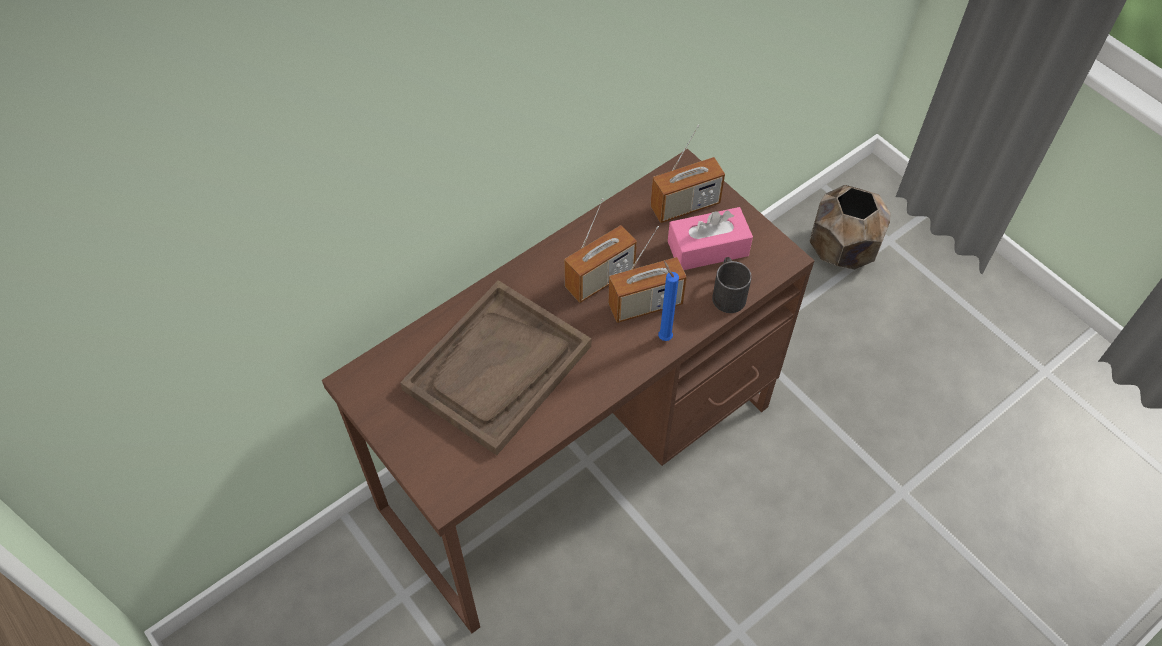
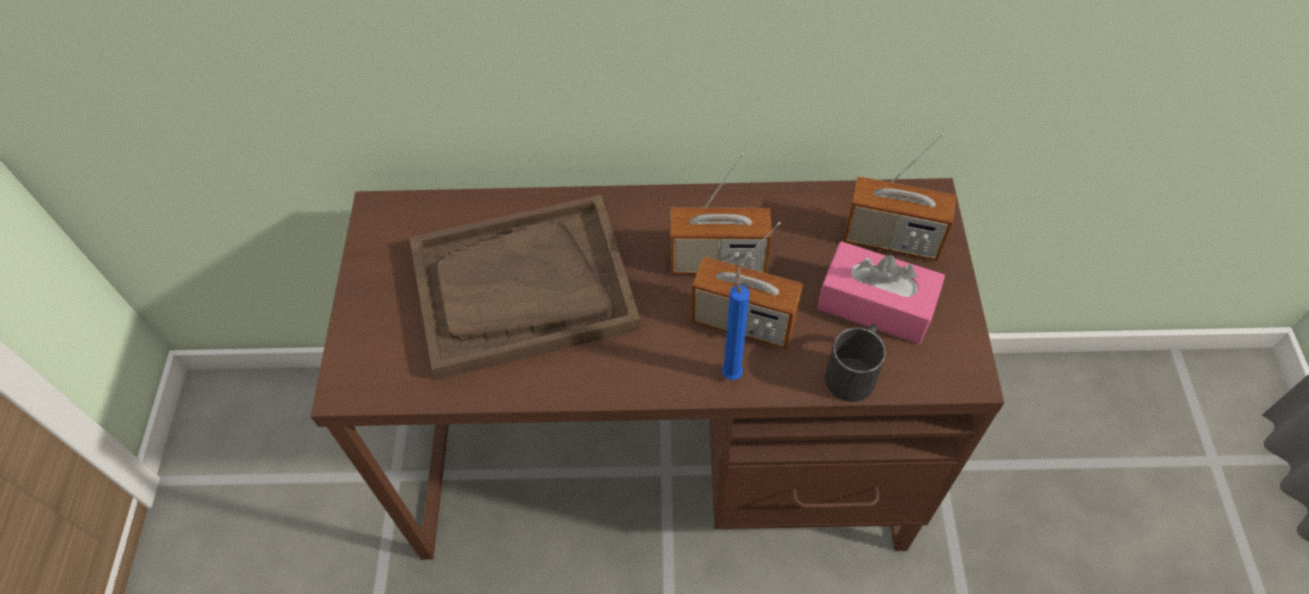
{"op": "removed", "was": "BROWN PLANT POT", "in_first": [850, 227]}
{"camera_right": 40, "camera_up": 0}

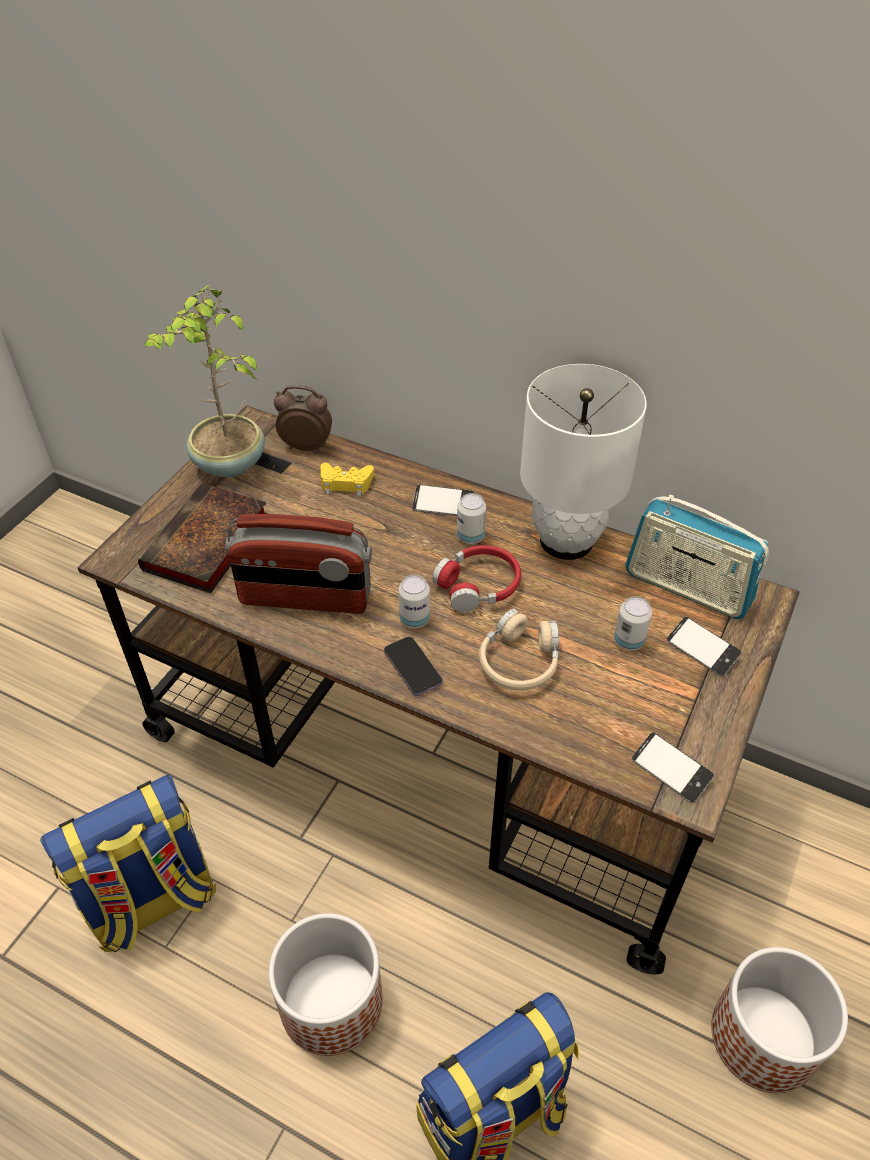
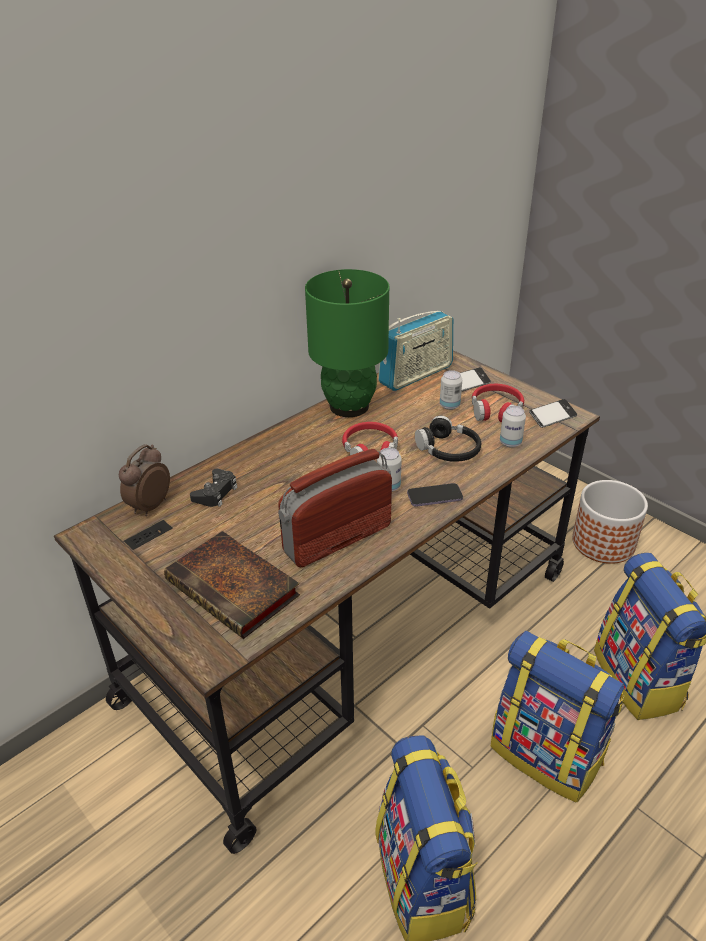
{"op": "removed", "was": "PLANT IN A POT", "in_first": [204, 381]}
{"op": "turned", "was": "RADIO SET", "in_first": [298, 564], "in_second": [335, 508], "clockwise": -150}
{"op": "replaced", "was": "PLANT POT", "now": "RUCKSACK", "in_first": [326, 984], "in_second": [557, 717]}
{"op": "recoloured", "was": "YELLOW GAME CONTROLLER", "now": "BLACK GAME CONTROLLER", "in_first": [347, 479], "in_second": [214, 488]}
{"op": "removed", "was": "PHONE", "in_first": [443, 500]}
{"op": "moved", "was": "CAN", "in_first": [471, 518], "in_second": [513, 427]}
{"op": "recoloured", "was": "BEIGE-COLOURED PAIR OF HEADPHONES", "now": "BLACK PAIR OF HEADPHONES", "in_first": [519, 649], "in_second": [448, 439]}
{"op": "recoloured", "was": "WHITISH LAMP FOR A TABLE", "now": "GREENISH LAMP FOR A TABLE", "in_first": [583, 462], "in_second": [347, 343]}
{"op": "added", "now": "RED PAIR OF HEADPHONES", "in_second": [498, 403]}
{"camera_right": -70, "camera_up": -10}

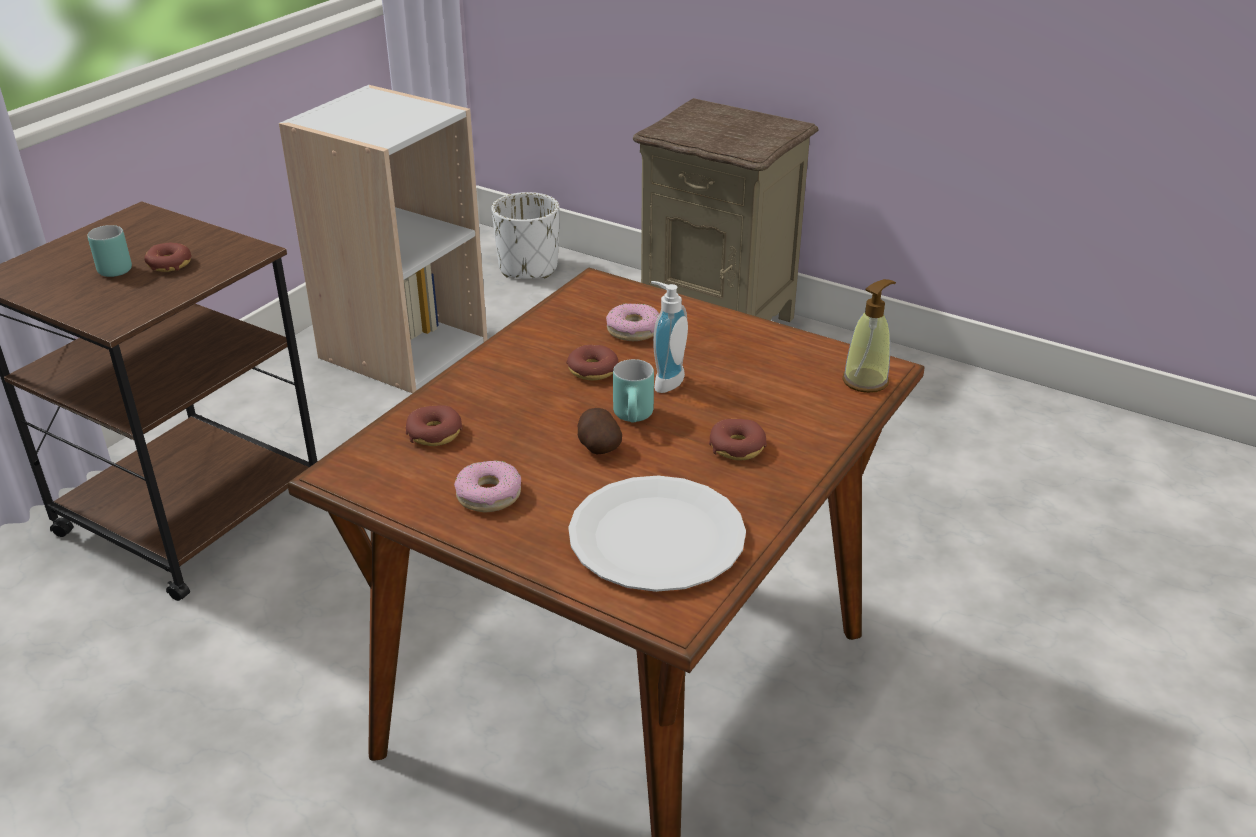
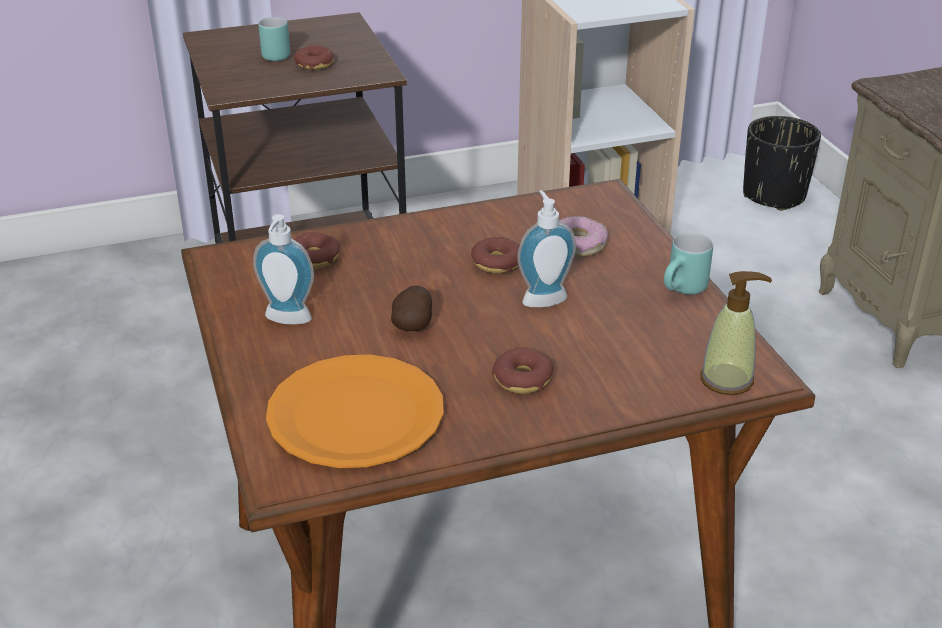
{"op": "replaced", "was": "DONUT", "now": "SOAP BOTTLE", "in_first": [487, 486], "in_second": [283, 269]}
{"op": "recoloured", "was": "WHITISH PLANT POT", "now": "BLACK PLANT POT", "in_first": [525, 235], "in_second": [782, 163]}
{"op": "recoloured", "was": "WHITISH PLATE", "now": "ORANGE-COLOURED PLATE", "in_first": [657, 534], "in_second": [355, 411]}
{"op": "moved", "was": "TURQUOISE-COLOURED COFFEE MUG", "in_first": [633, 391], "in_second": [688, 263]}
{"camera_right": 40, "camera_up": 0}

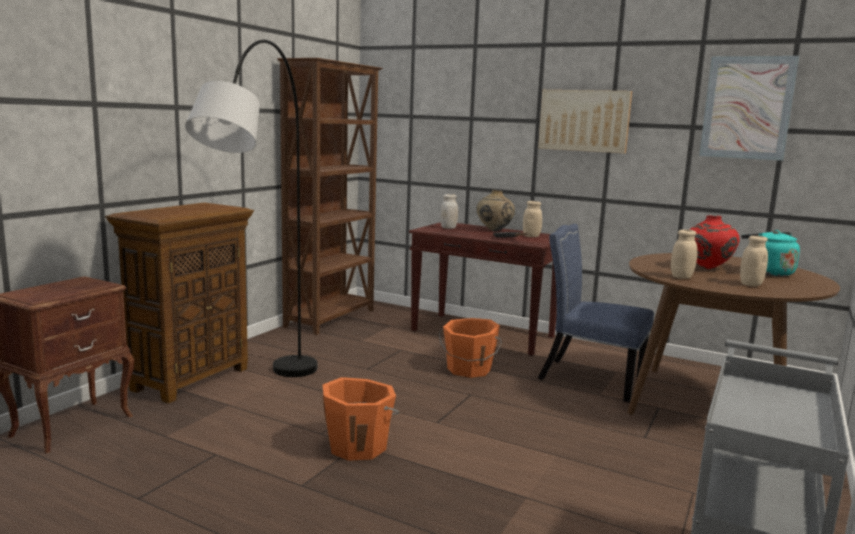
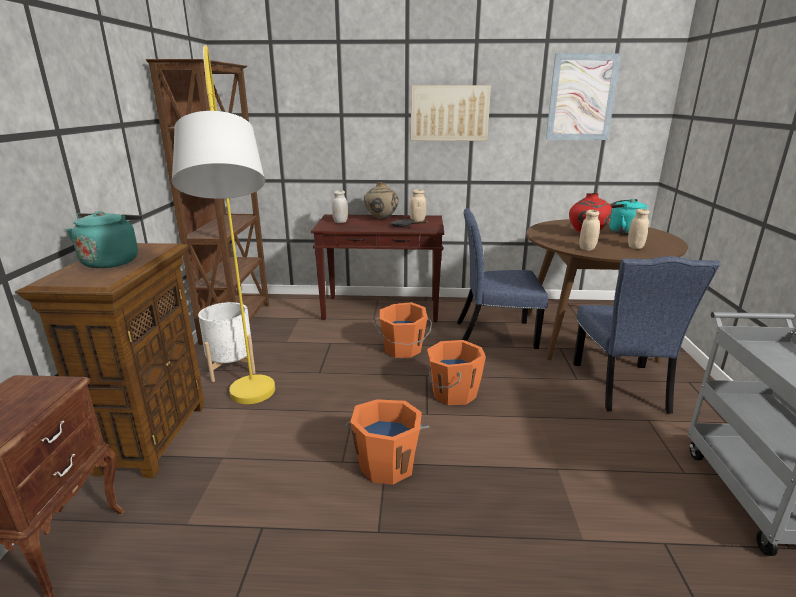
{"op": "recoloured", "was": "GREY STANDING LAMP", "now": "YELLOW STANDING LAMP", "in_first": [251, 208], "in_second": [223, 224]}
{"op": "added", "now": "TURQUOISE-COLOURED WATER KETTLE", "in_second": [104, 239]}
{"op": "added", "now": "WHITISH PLANT POT", "in_second": [227, 342]}
{"op": "added", "now": "ORANGE-COLOURED PAIL", "in_second": [456, 372]}
{"op": "added", "now": "BLUE-COLOURED PLAIN CHAIR", "in_second": [646, 335]}
{"camera_right": -25, "camera_up": 10}

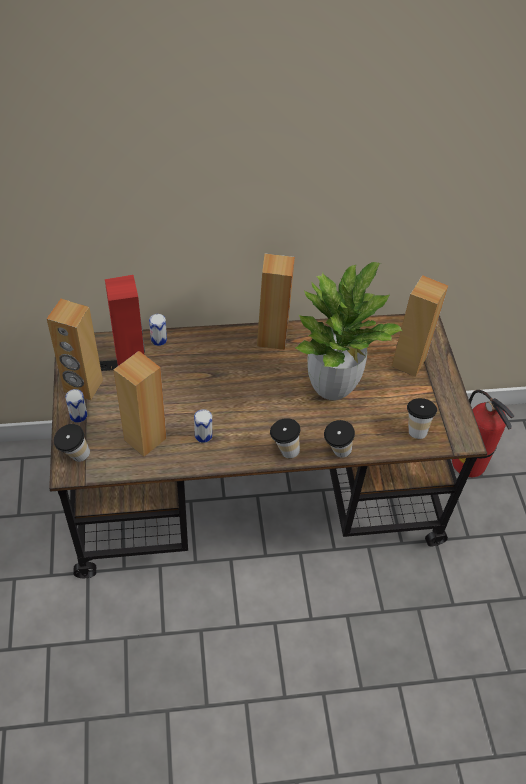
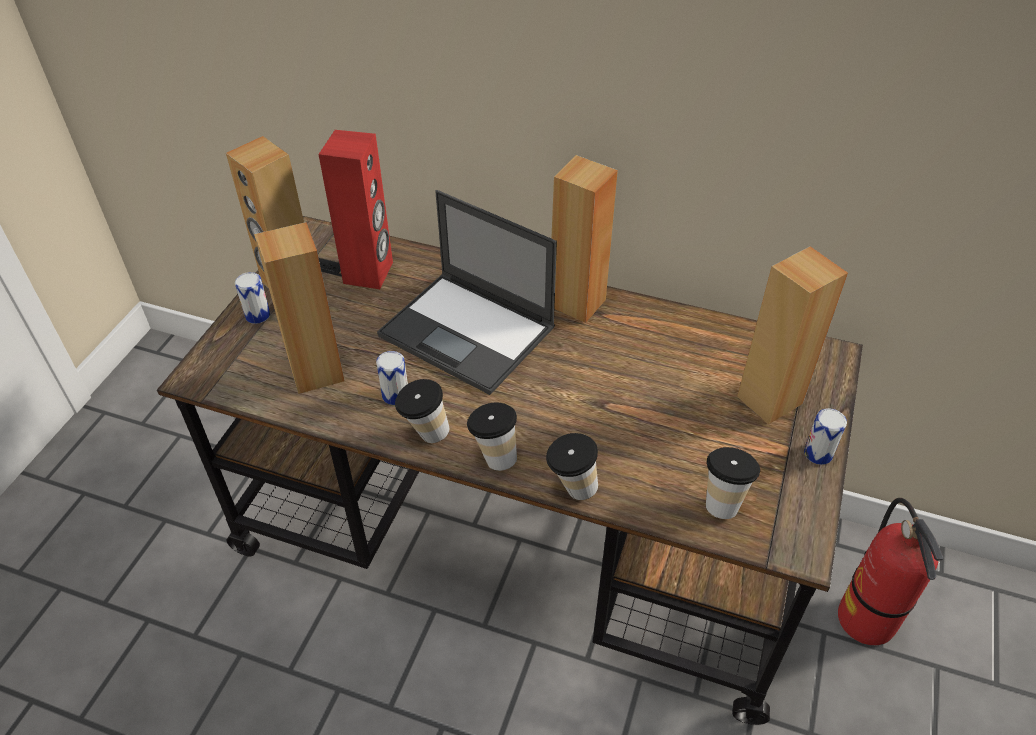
{"op": "moved", "was": "CUP", "in_first": [72, 443], "in_second": [422, 411]}
{"op": "moved", "was": "CAN", "in_first": [158, 330], "in_second": [825, 436]}
{"op": "removed", "was": "PLANT IN A POT", "in_first": [348, 331]}
{"op": "added", "now": "PORTABLE COMPUTER", "in_second": [467, 292]}
{"camera_right": 30, "camera_up": -5}

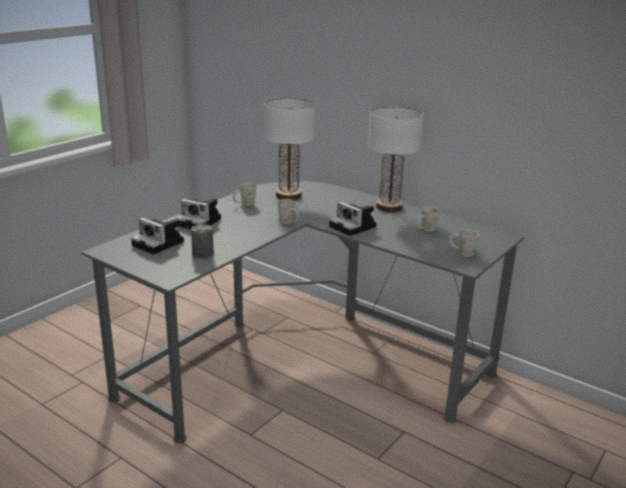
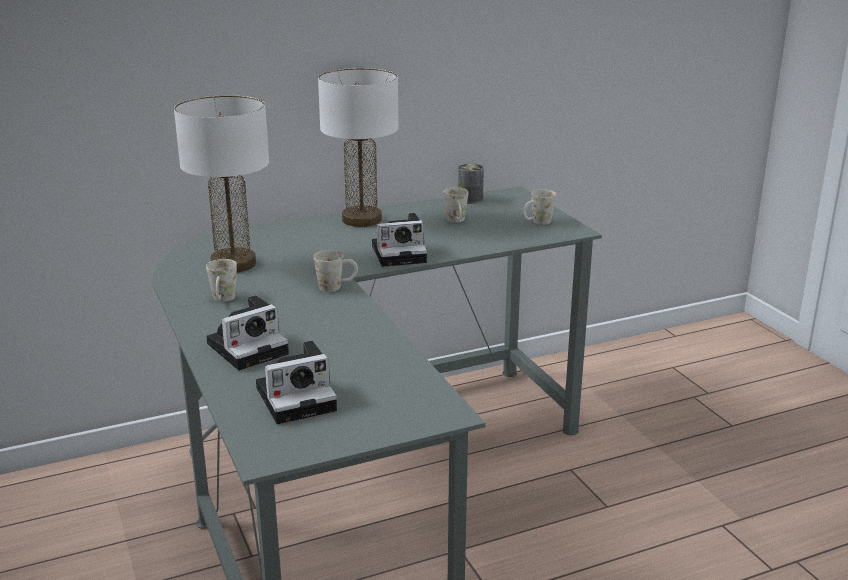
{"op": "moved", "was": "CAN", "in_first": [202, 241], "in_second": [471, 184]}
{"camera_right": -60, "camera_up": 0}

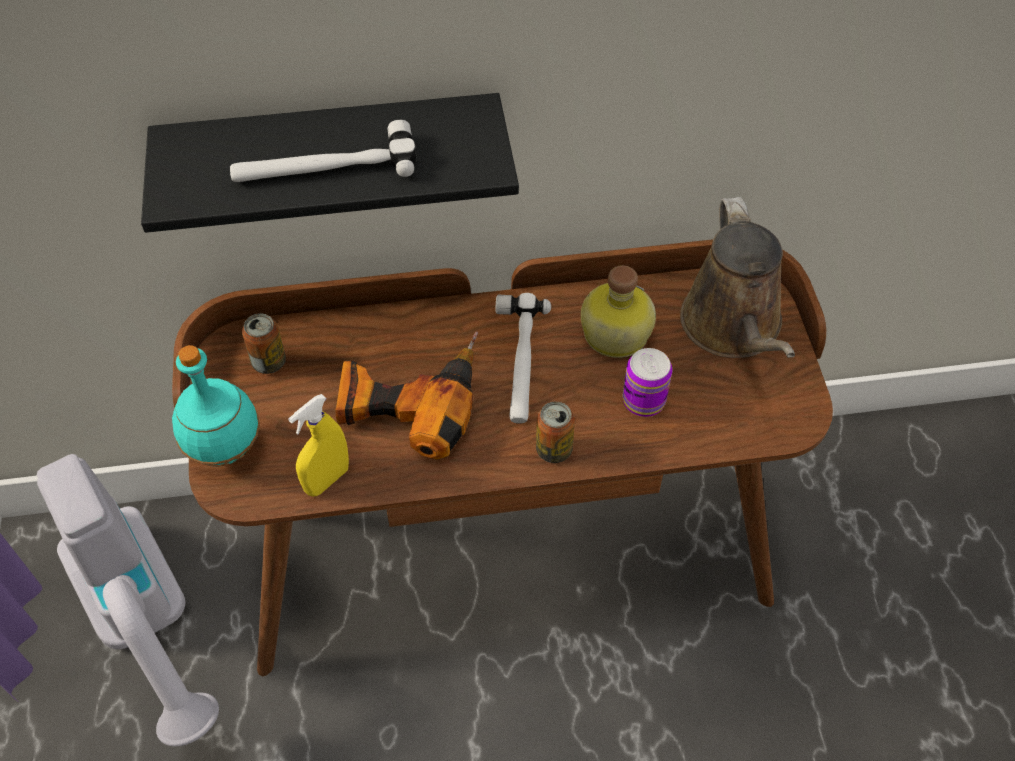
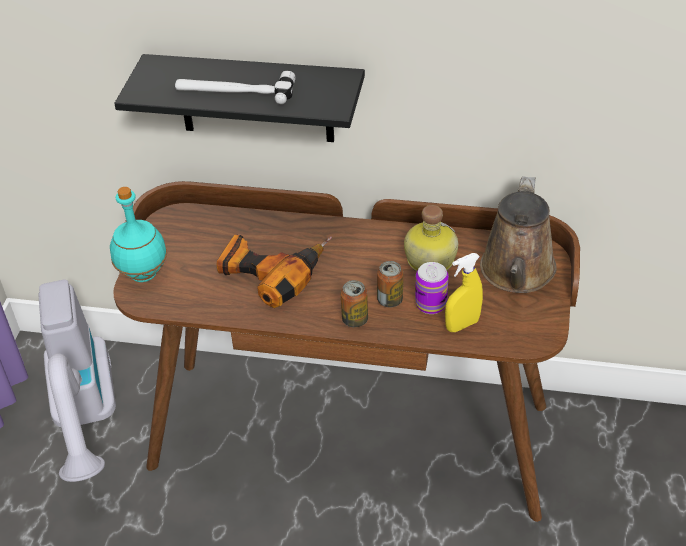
{"op": "moved", "was": "CAN", "in_first": [264, 343], "in_second": [390, 284]}
{"op": "moved", "was": "YELLOW SPRAY BOTTLE", "in_first": [318, 445], "in_second": [464, 292]}
{"op": "removed", "was": "TOOL HAMMER", "in_first": [523, 358]}
{"camera_right": 20, "camera_up": -10}

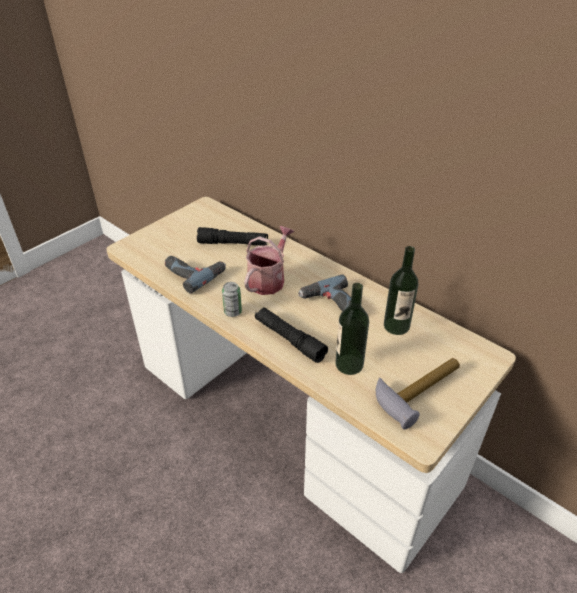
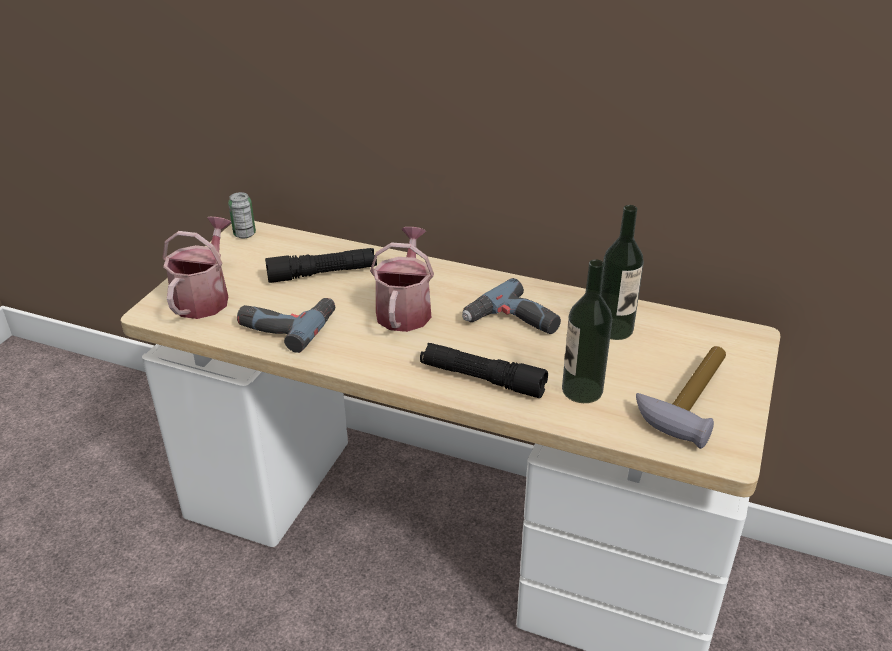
{"op": "moved", "was": "CAN", "in_first": [232, 299], "in_second": [242, 215]}
{"op": "added", "now": "WATERING POT", "in_second": [197, 268]}
{"camera_right": -20, "camera_up": -5}

